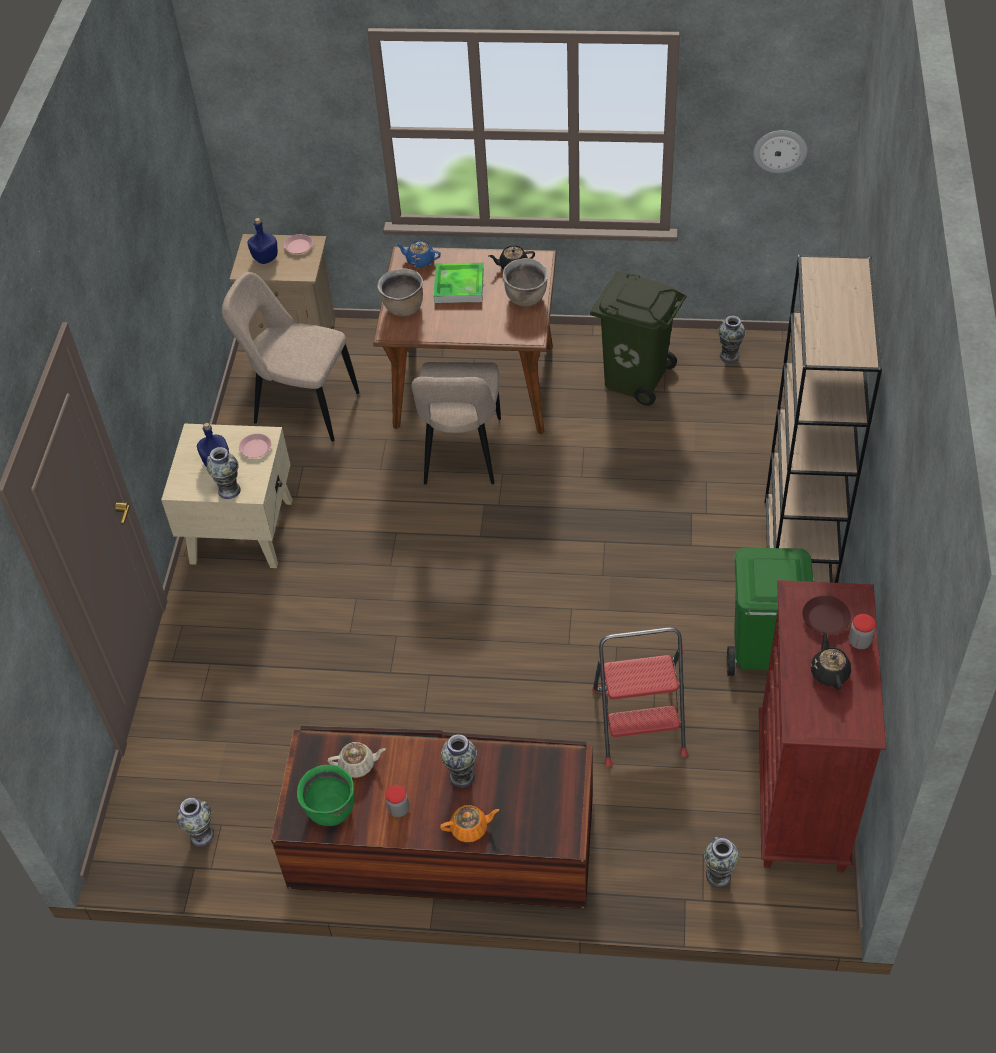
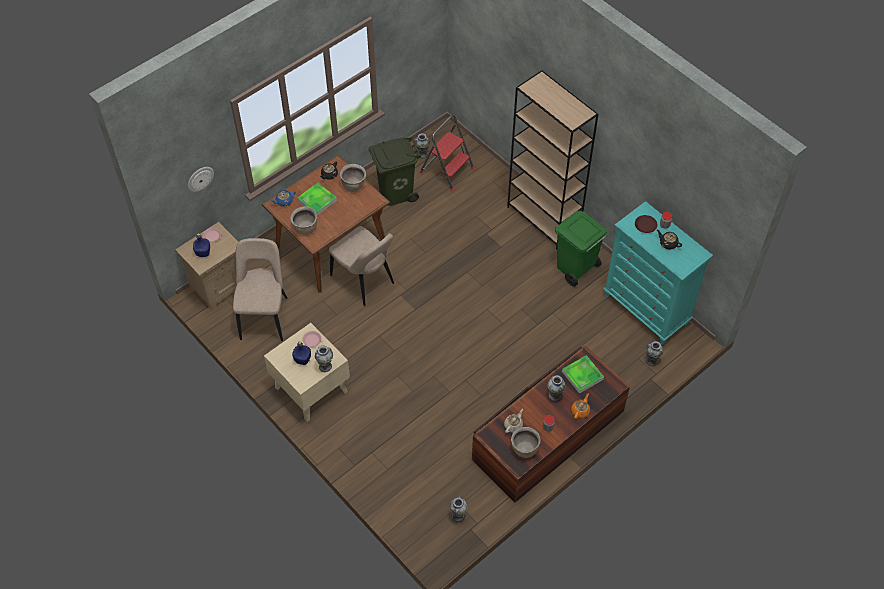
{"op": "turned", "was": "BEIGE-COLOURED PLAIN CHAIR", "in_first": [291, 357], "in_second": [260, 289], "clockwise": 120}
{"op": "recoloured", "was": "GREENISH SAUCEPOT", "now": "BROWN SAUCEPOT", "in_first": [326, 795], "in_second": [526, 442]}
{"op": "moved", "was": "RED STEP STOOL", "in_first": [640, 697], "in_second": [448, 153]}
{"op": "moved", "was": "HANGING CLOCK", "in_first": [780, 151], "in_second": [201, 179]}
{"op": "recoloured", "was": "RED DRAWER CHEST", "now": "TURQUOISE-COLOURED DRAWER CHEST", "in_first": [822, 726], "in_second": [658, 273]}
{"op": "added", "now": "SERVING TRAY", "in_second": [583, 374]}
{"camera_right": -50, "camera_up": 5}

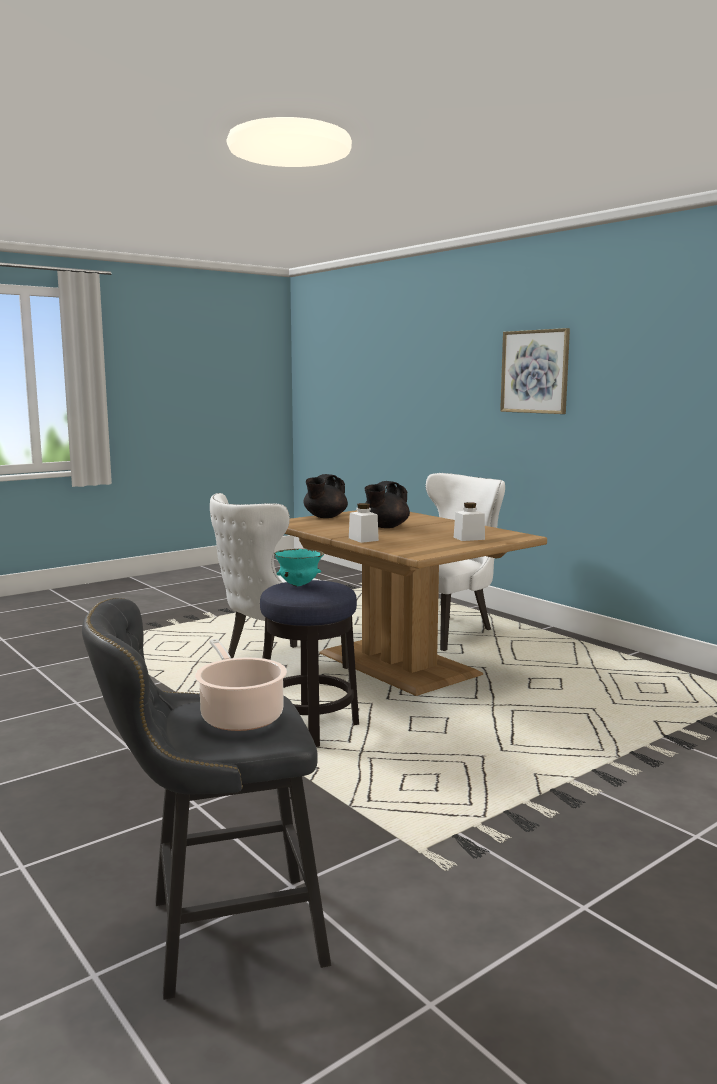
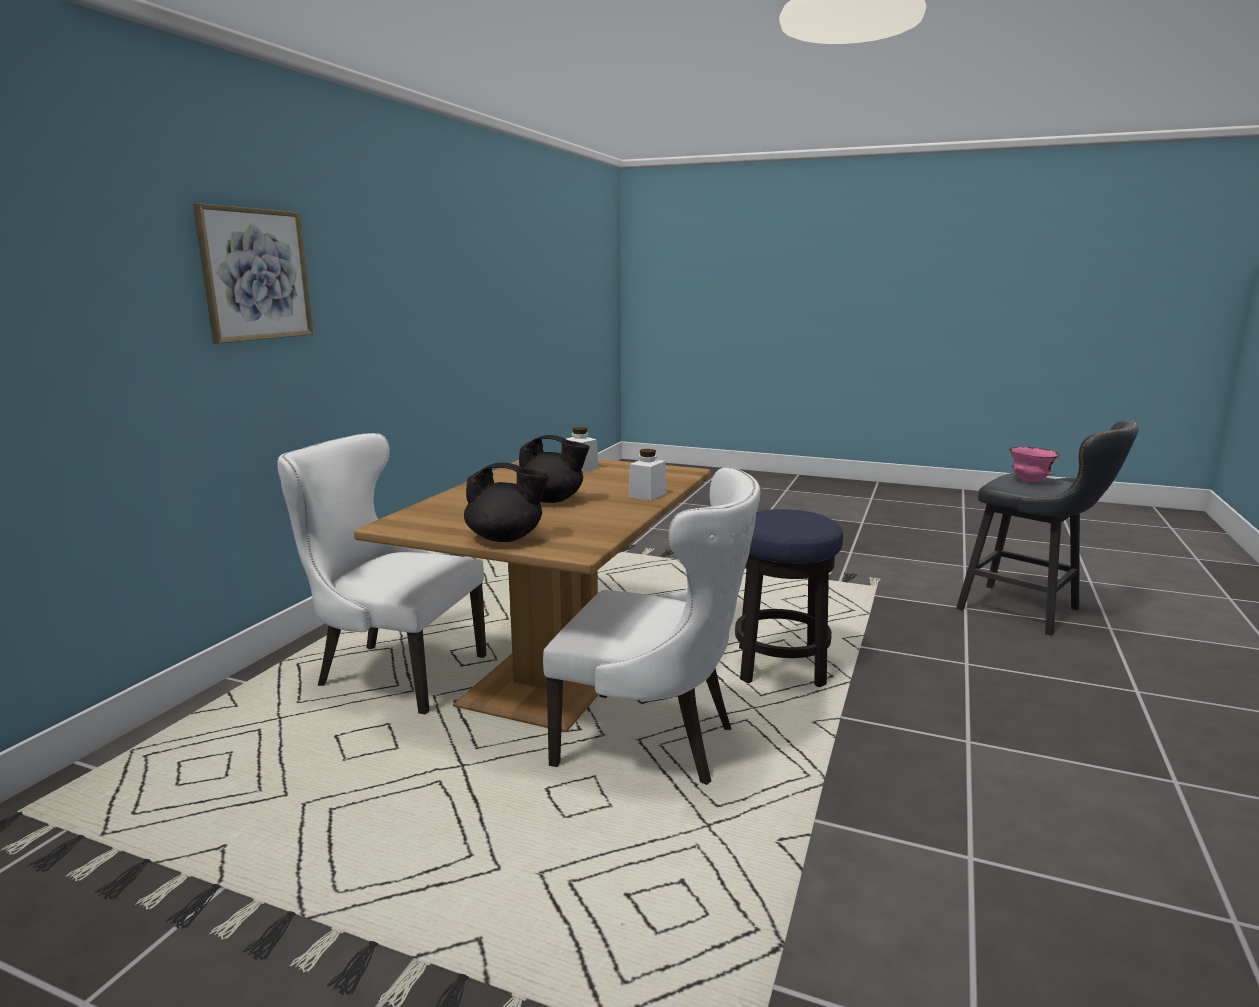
{"op": "replaced", "was": "SAUCEPOT", "now": "PINK-COLOURED DEEP DISH", "in_first": [241, 685], "in_second": [1034, 464]}
{"op": "removed", "was": "TURQUOISE-COLOURED DEEP DISH", "in_first": [299, 567]}
{"camera_right": -120, "camera_up": 5}

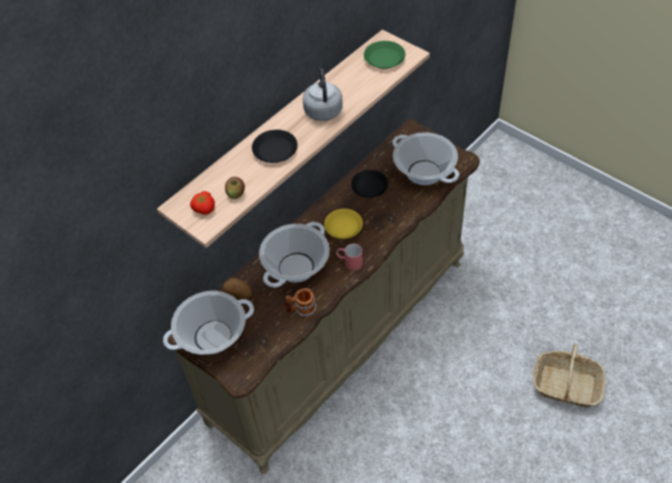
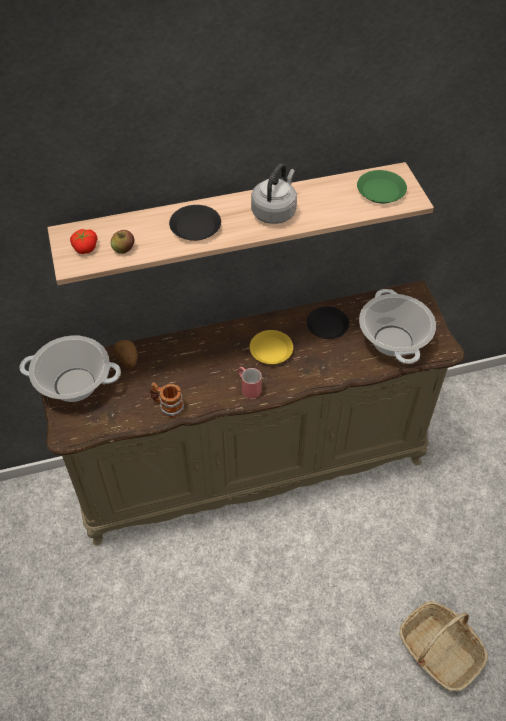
{"op": "removed", "was": "SAUCEPOT", "in_first": [294, 255]}
{"camera_right": 30, "camera_up": 0}

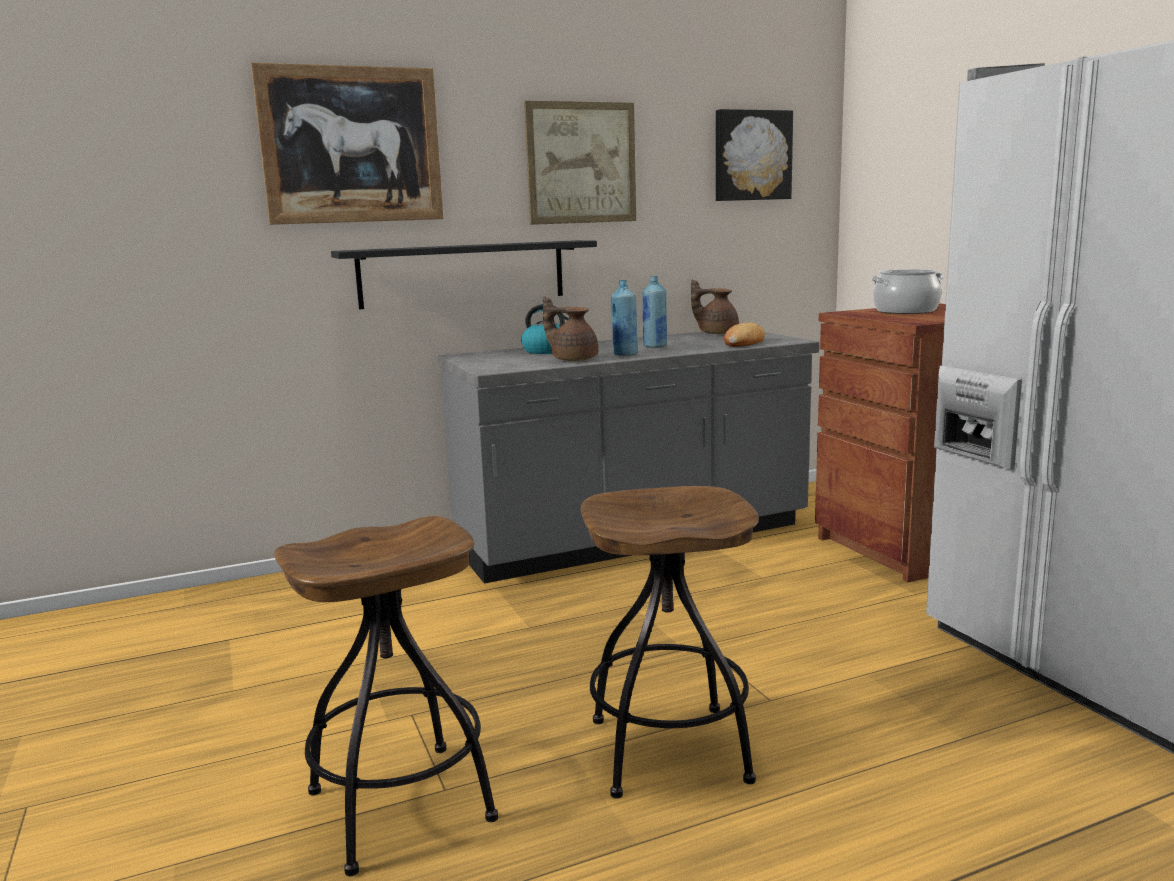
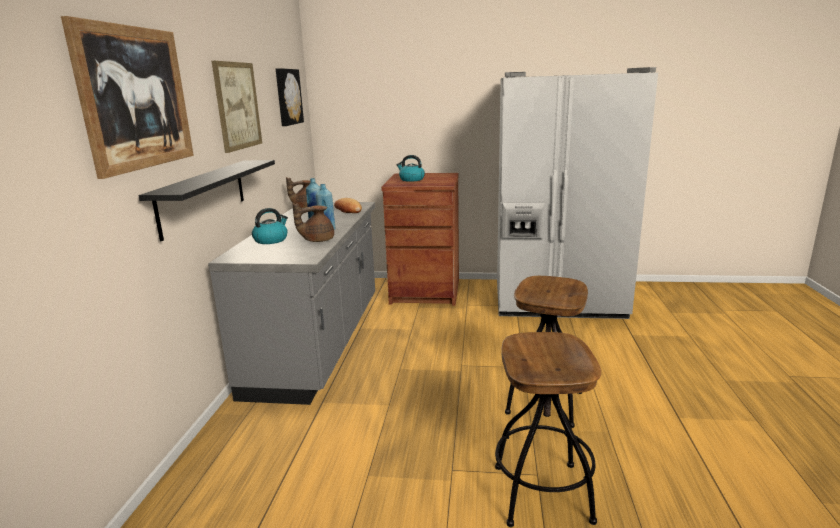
{"op": "replaced", "was": "SAUCEPOT", "now": "WATER KETTLE", "in_first": [907, 291], "in_second": [411, 168]}
{"camera_right": -60, "camera_up": 5}

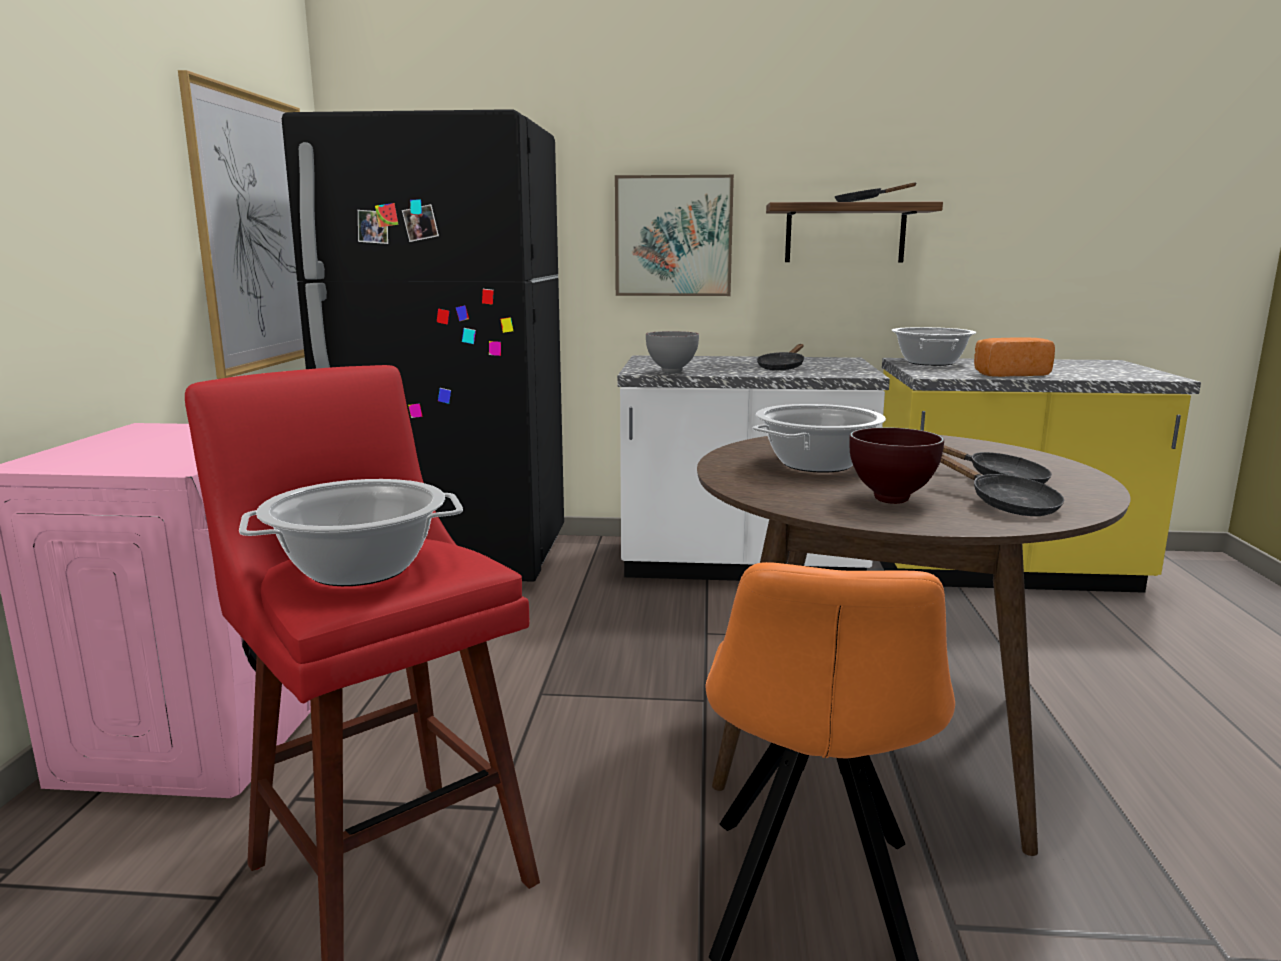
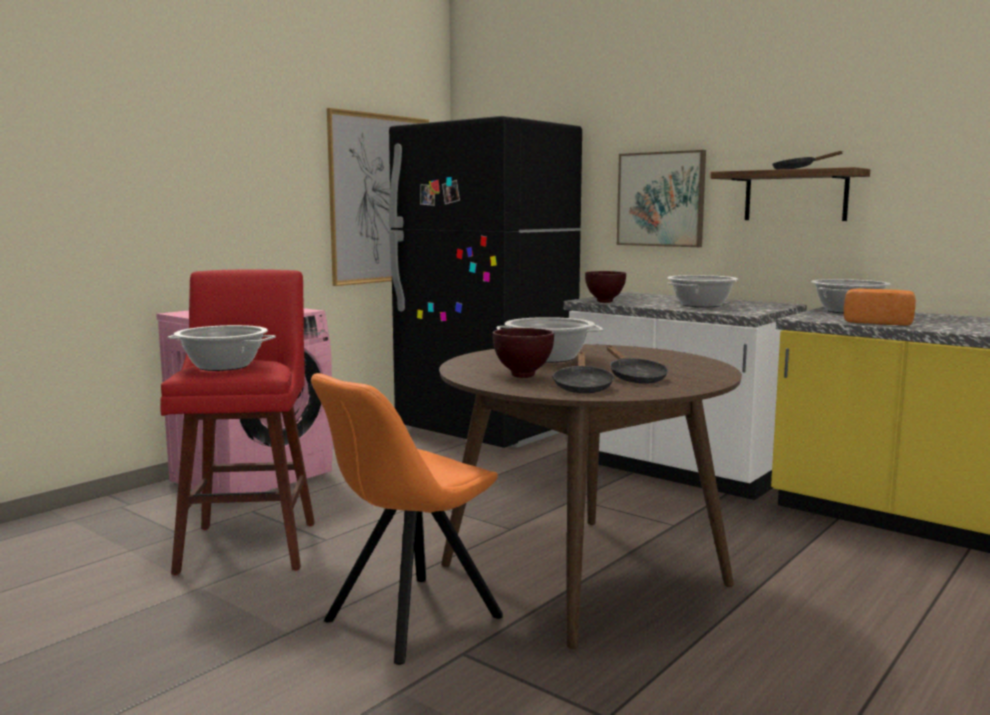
{"op": "recoloured", "was": "GREY DEEP DISH", "now": "BROWN DEEP DISH", "in_first": [672, 352], "in_second": [605, 287]}
{"op": "replaced", "was": "BLACK SKILLET", "now": "SAUCEPOT", "in_first": [780, 357], "in_second": [702, 291]}
{"camera_right": 35, "camera_up": -5}

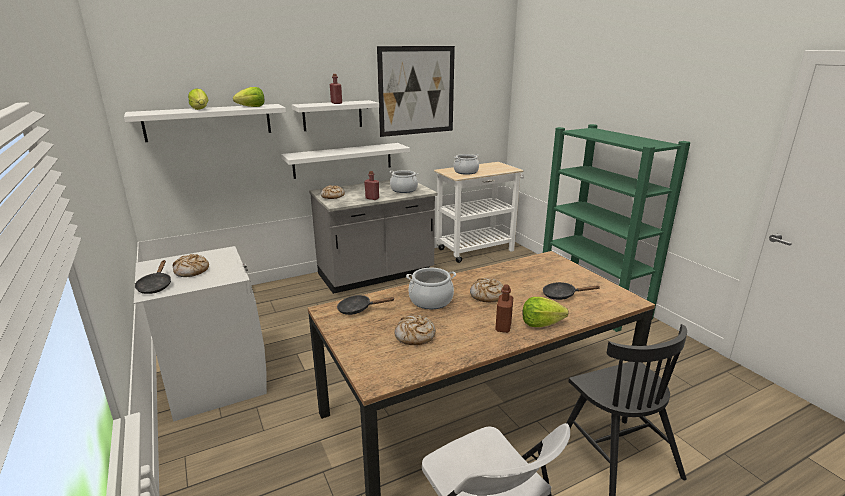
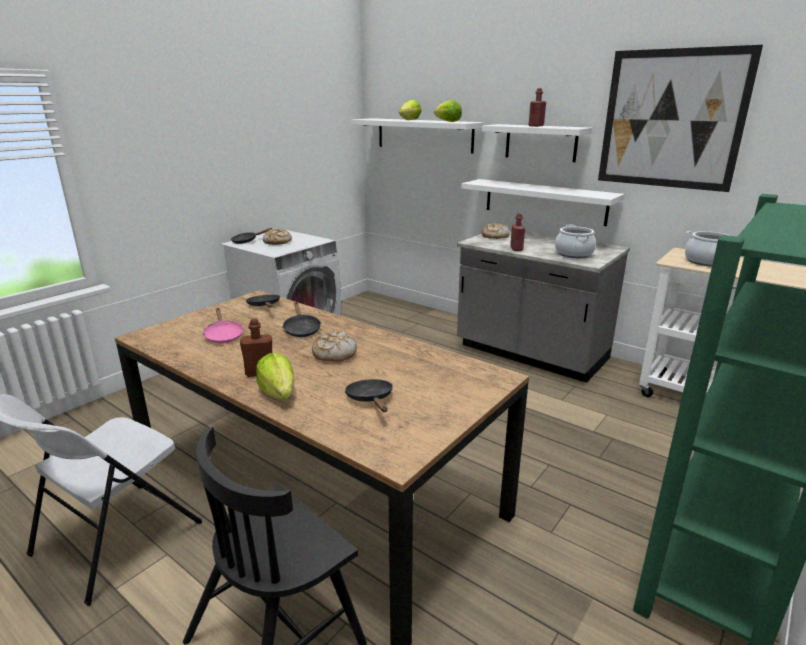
{"op": "replaced", "was": "BREAD", "now": "PINK-COLOURED SKILLET", "in_first": [415, 329], "in_second": [223, 326]}
{"op": "replaced", "was": "SAUCEPOT", "now": "BLACK SKILLET", "in_first": [431, 288], "in_second": [301, 319]}
{"camera_right": 65, "camera_up": 0}

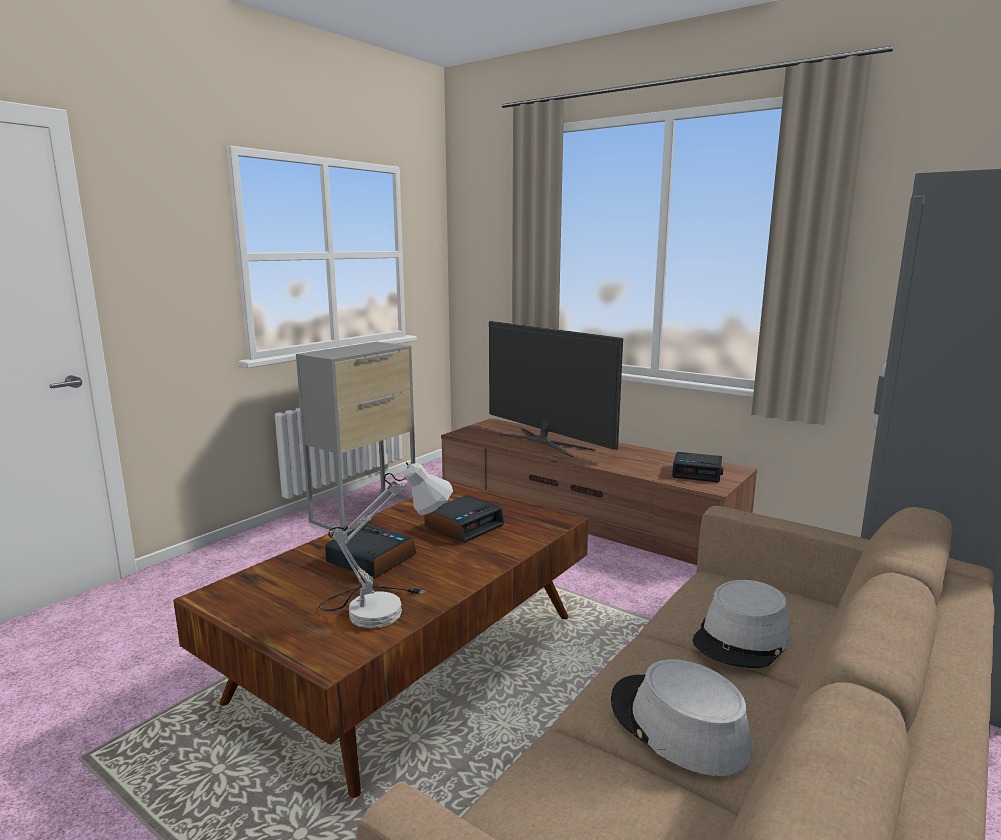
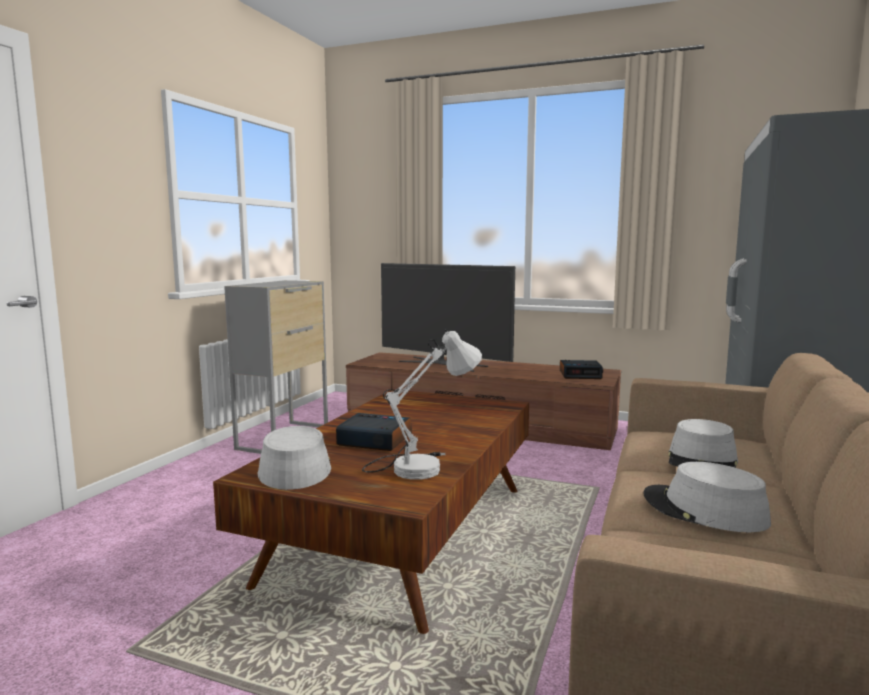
{"op": "removed", "was": "ALARM CLOCK", "in_first": [464, 519]}
{"op": "added", "now": "GREY HAT", "in_second": [294, 458]}
{"camera_right": -15, "camera_up": -5}

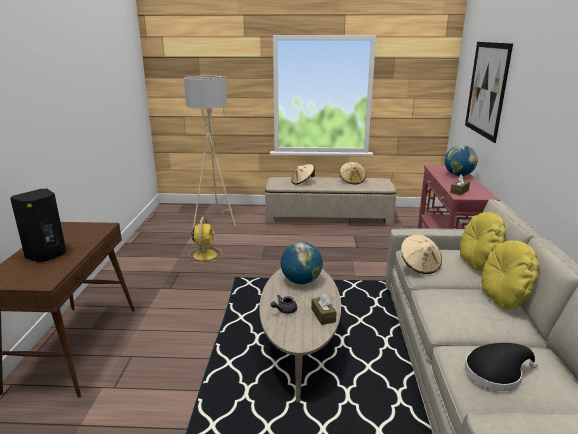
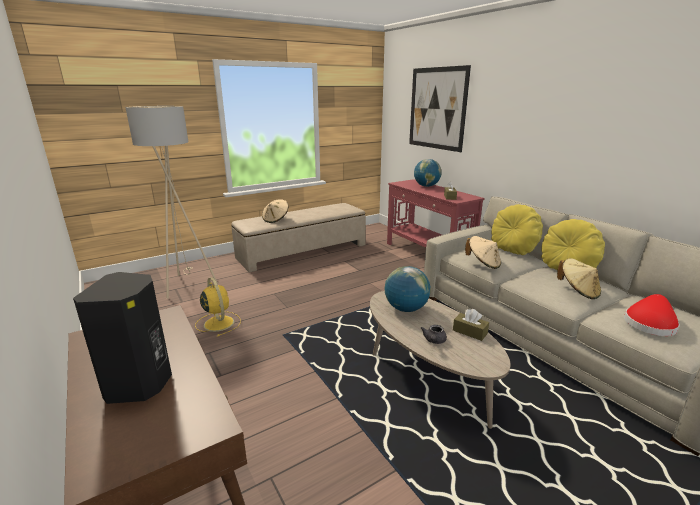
{"op": "moved", "was": "BEIGE-COLOURED HAT", "in_first": [352, 173], "in_second": [579, 278]}
{"op": "recoloured", "was": "BLACK HAT", "now": "RED HAT", "in_first": [501, 367], "in_second": [652, 315]}
{"camera_right": -35, "camera_up": 0}

